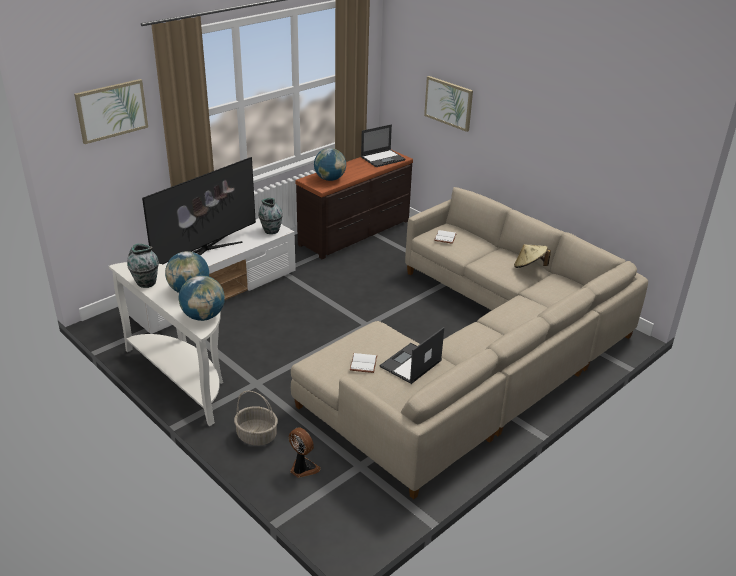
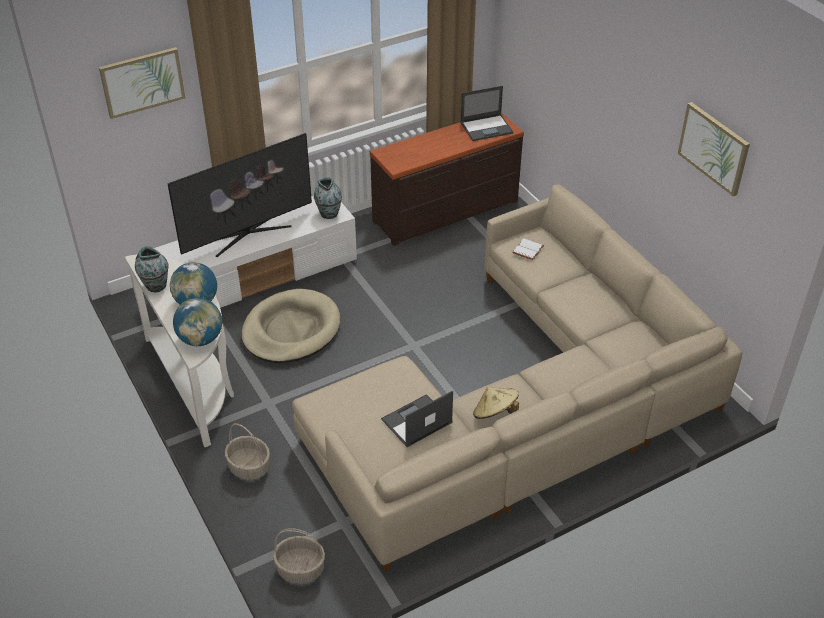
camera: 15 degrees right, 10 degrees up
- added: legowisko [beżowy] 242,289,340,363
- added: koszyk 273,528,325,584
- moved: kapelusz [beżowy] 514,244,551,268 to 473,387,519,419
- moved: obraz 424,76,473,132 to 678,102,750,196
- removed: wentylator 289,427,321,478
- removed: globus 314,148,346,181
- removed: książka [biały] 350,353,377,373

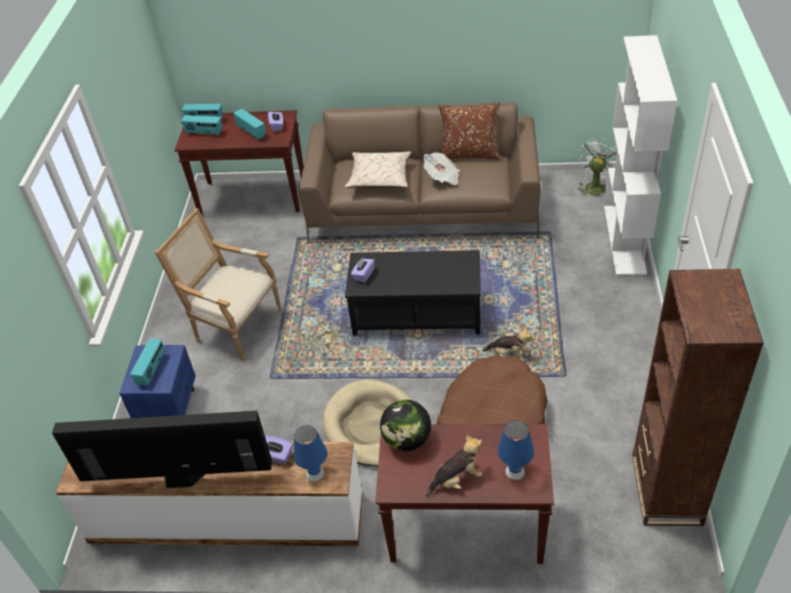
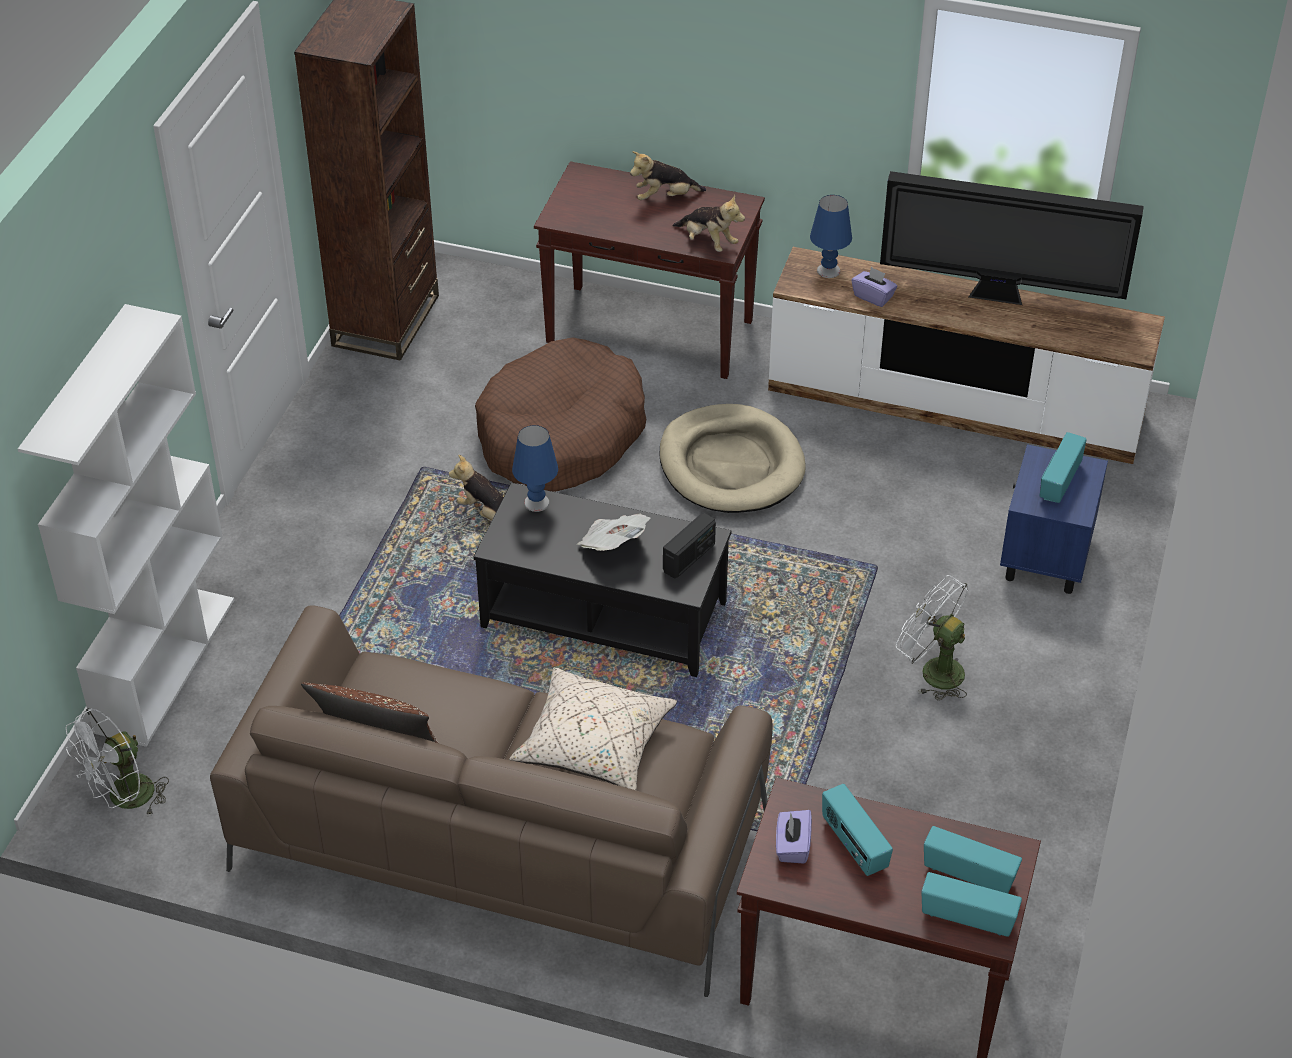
camera: 170 degrees left, 0 degrees up
- moved: lampa stołowa [niebieski] 498,421,534,480 to 512,425,558,512
- moved: gazeta 423,152,460,185 to 577,514,650,551
- replaced: pudełko chusteczek [fioletowy] 351,258,375,283 to radio 663,513,716,579
- replaced: globus 380,400,431,451 to pluszak 672,195,745,252
- replaced: fotel 155,208,281,361 to wentylator [biały] 896,575,969,700

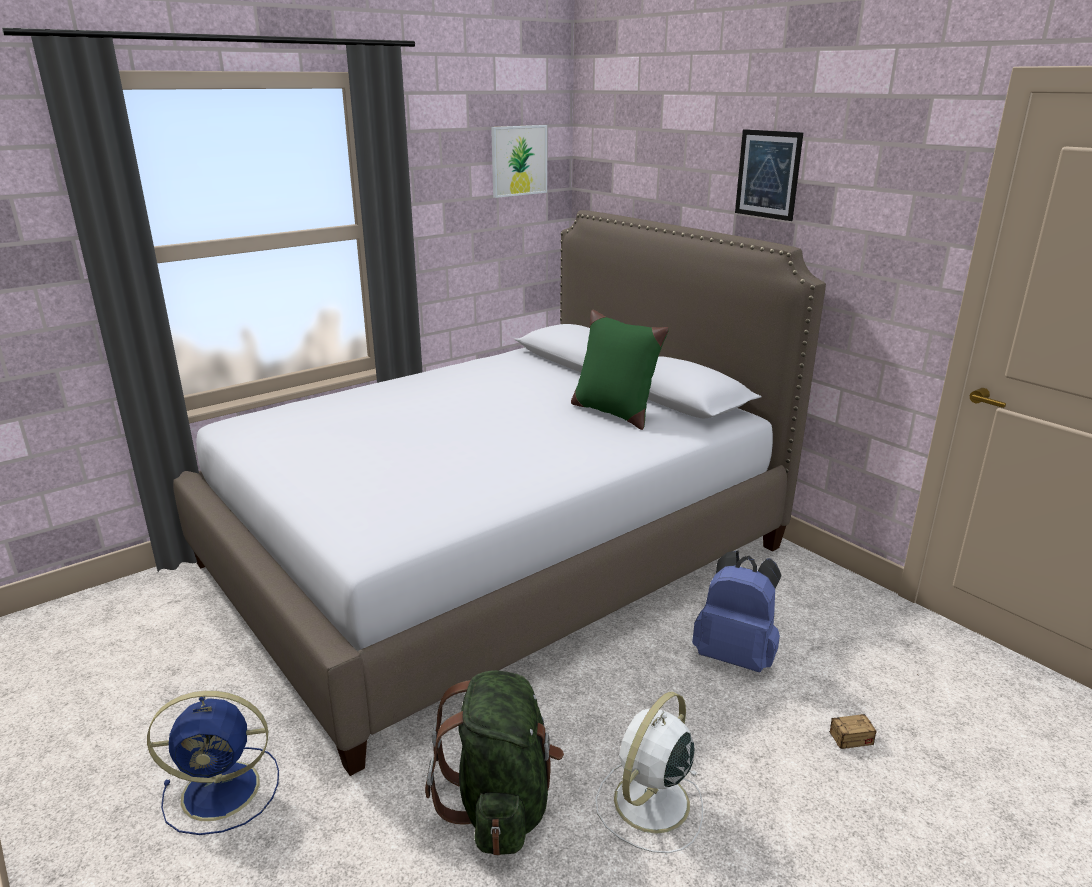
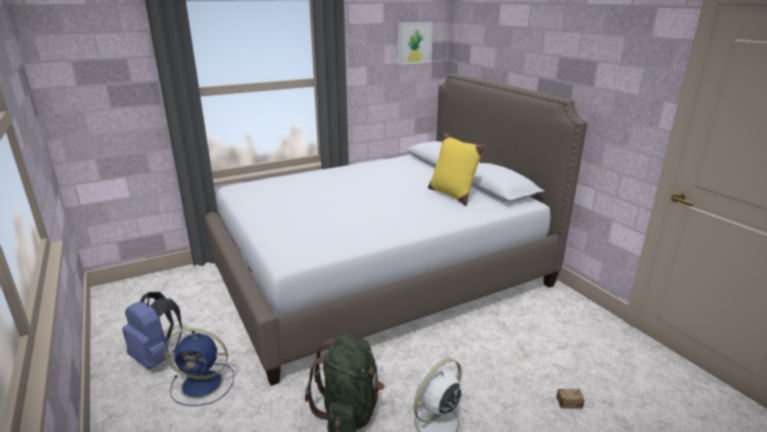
camera: 10 degrees right, 0 degrees up
- moved: plecak [niebieski] 692,551,782,672 to 122,292,182,369
- recoloured: poduszka [zielony] 571,310,669,430 to poduszka [żółty] 428,133,485,206
- removed: obraz 735,129,803,221

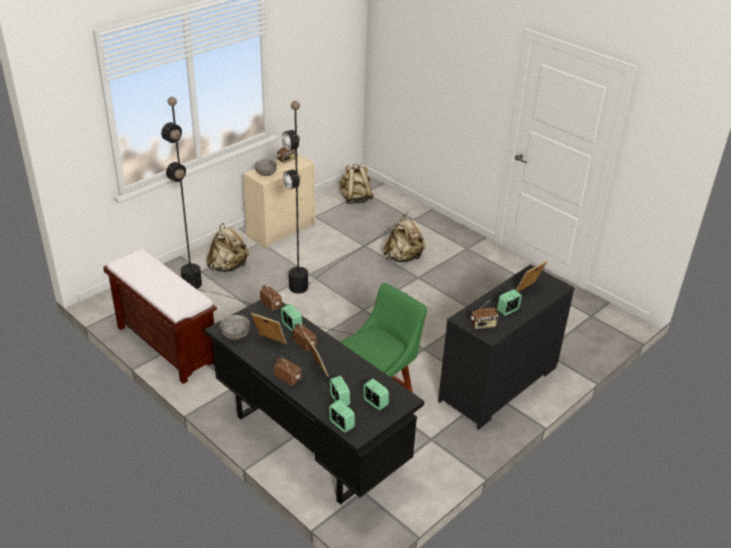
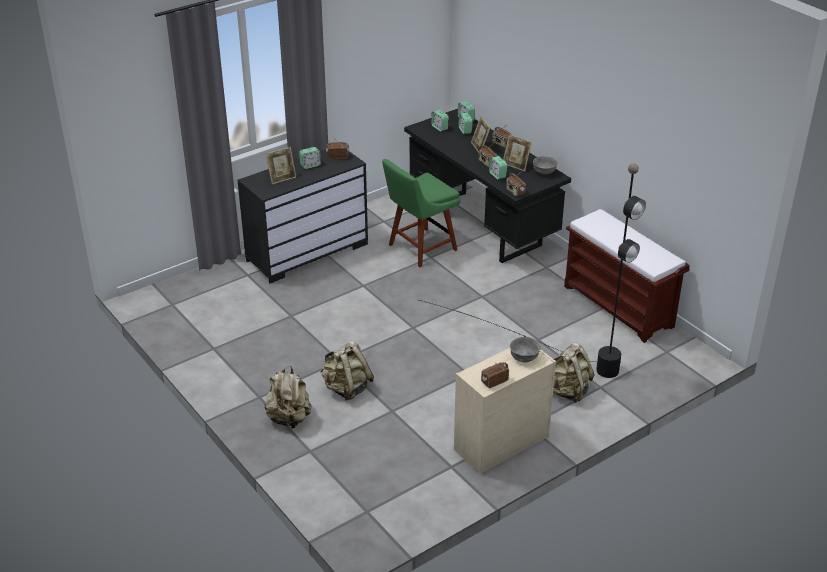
camera: 170 degrees left, 0 degrees up
- moved: plecak [beżowy] 339,164,374,204 to 265,366,311,428
- removed: lampa stojąca [czarny] 282,101,400,293

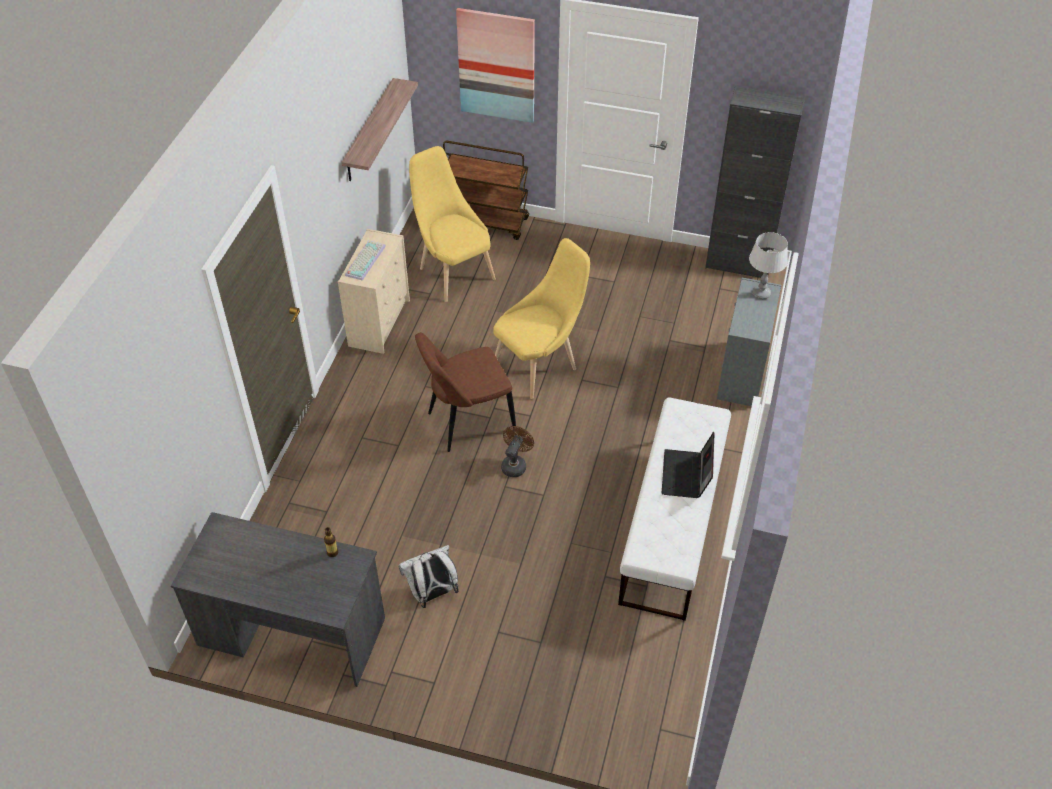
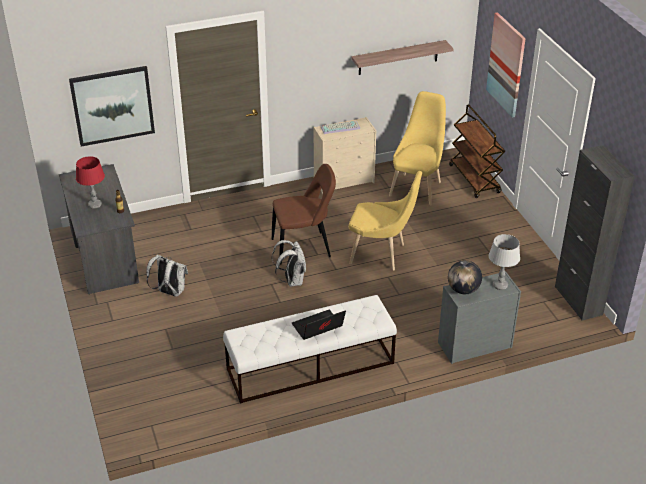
camera: 55 degrees right, 10 degrees down
- added: obraz 69,66,155,147
- added: lampa stołowa [czerwony] 76,156,105,209
- turned: krzesło [brązowy] 415,332,516,452 = 272,164,336,264 135 degrees clockwise
- replaced: wentylator [brązowy] 501,426,534,477 to plecak [biały] 272,240,306,287
- added: globus 448,260,482,294

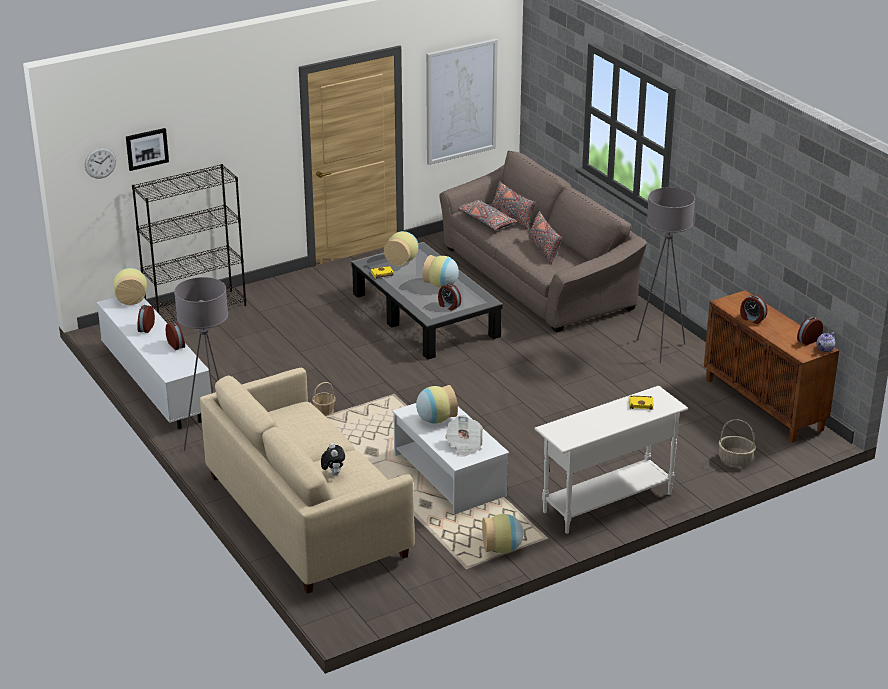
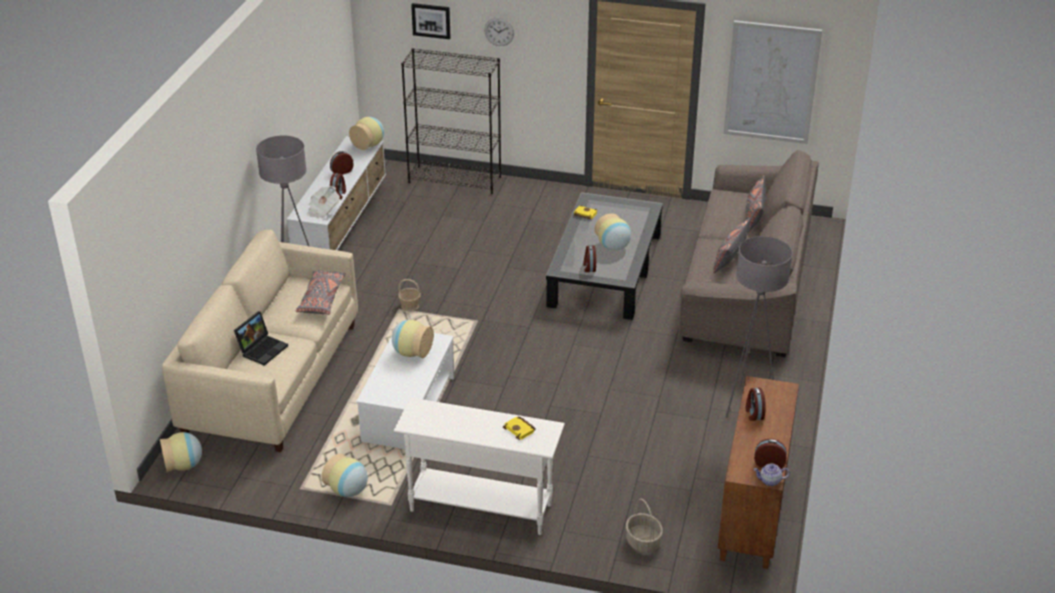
camera: 45 degrees right, 5 degrees up
- moved: wazon 384,231,418,266 to 160,432,202,472
- replaced: pluszak 321,443,345,475 to laptop 234,311,288,366
- moved: poduszka [szary] 458,200,517,230 to 296,270,346,315
- moved: gazeta 445,415,483,457 to 306,186,340,218
- moved: zegar ścienny 85,147,116,179 to 484,18,514,46

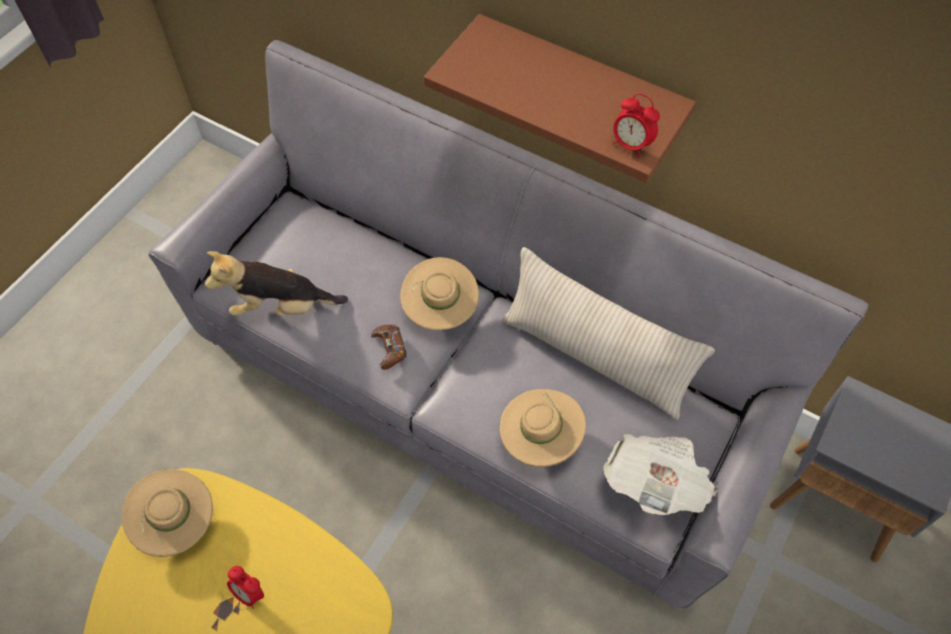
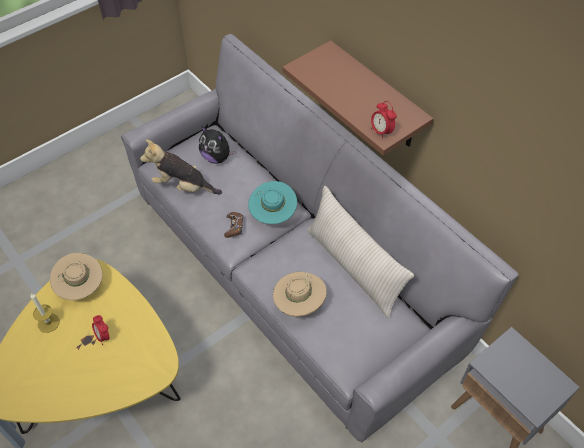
camera: 20 degrees right, 5 degrees down
- added: świeca 31,293,60,333
- added: pluszak 199,126,235,164
- recoloured: kapelusz [beżowy] 400,257,479,330 to kapelusz [turkusowy] 248,181,297,224
- removed: gazeta 603,434,717,515

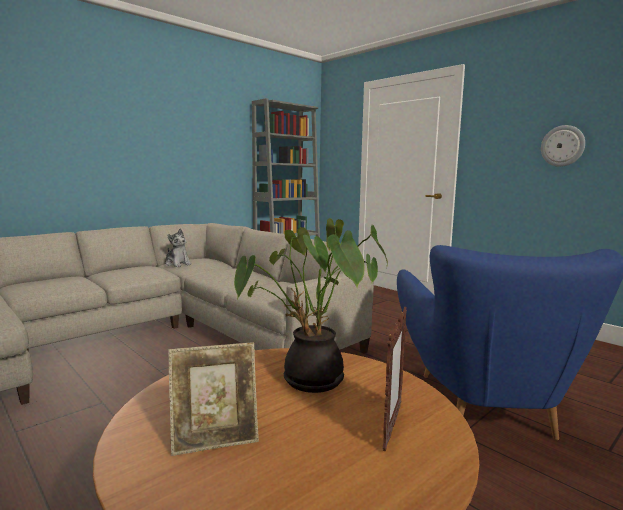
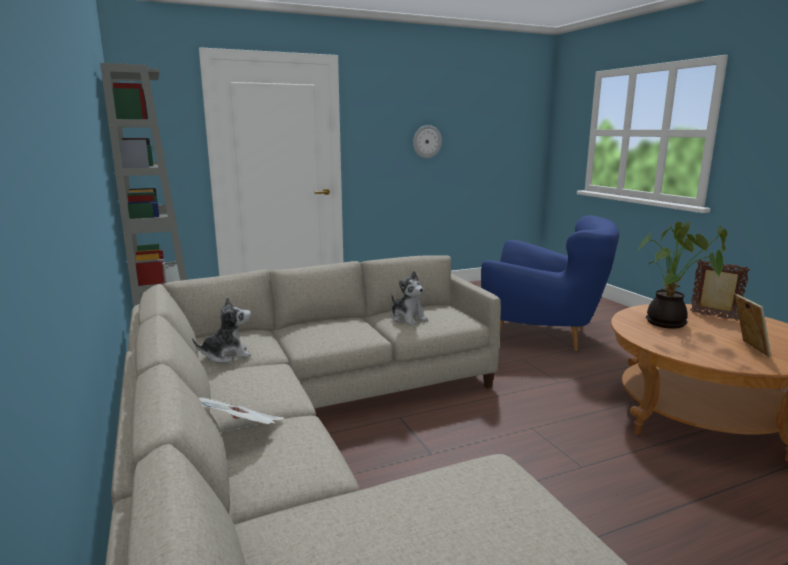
camera: 70 degrees left, 5 degrees up
- added: gazeta 199,397,284,424
- added: pluszak 391,271,428,326

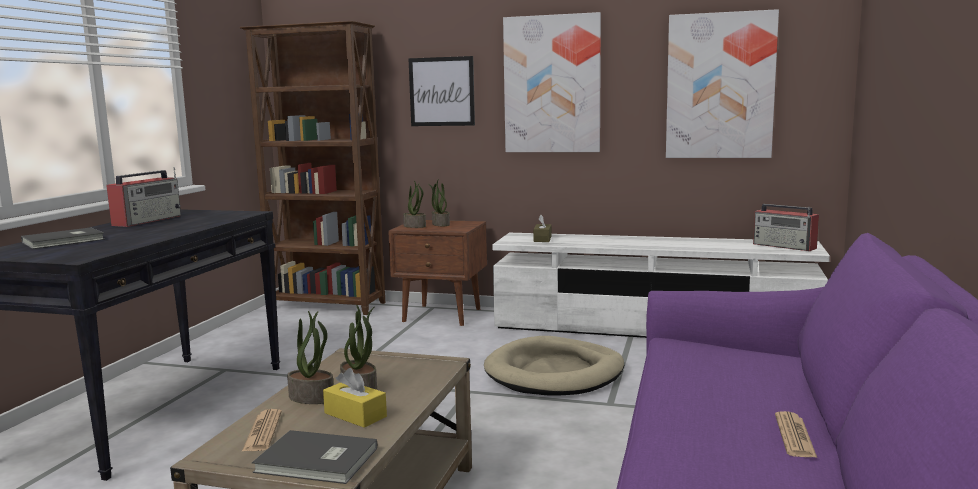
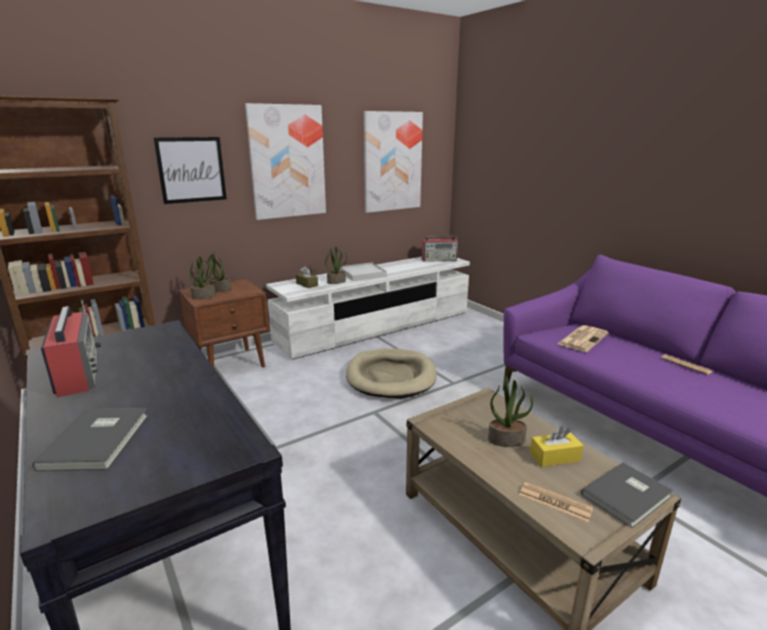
camera: 50 degrees left, 10 degrees up
- moved: roślina doniczkowa 287,311,334,404 to 325,247,347,284
- added: taca [biały] 340,263,387,281
- added: gazeta 557,325,609,352

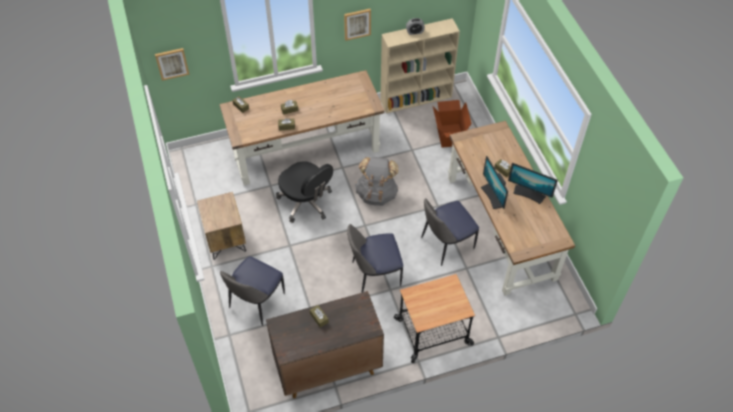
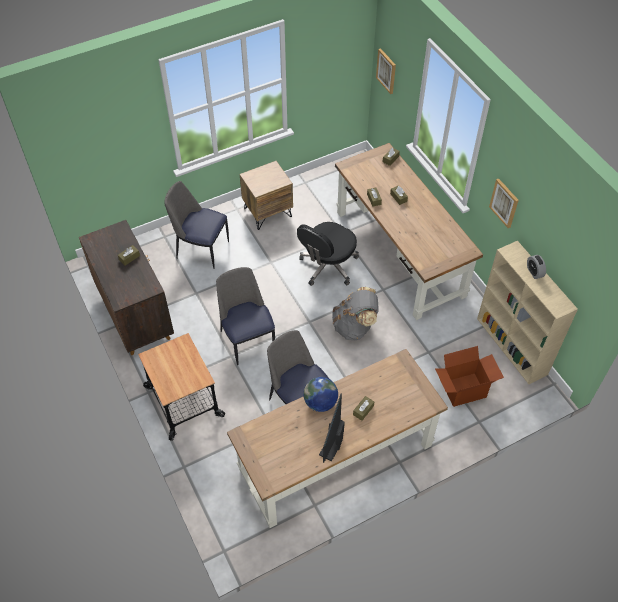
camera: 80 degrees right, 0 degrees up
- replaced: monitor 481,156,508,209 to globus 303,377,338,412

